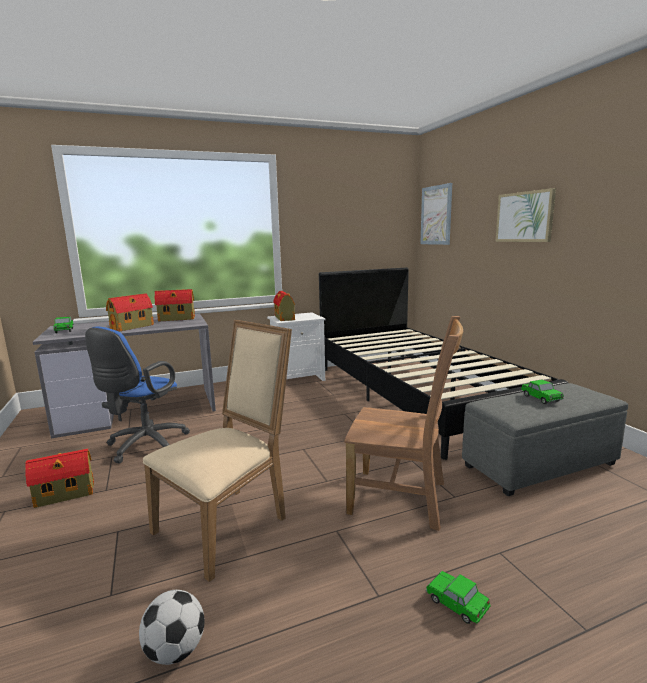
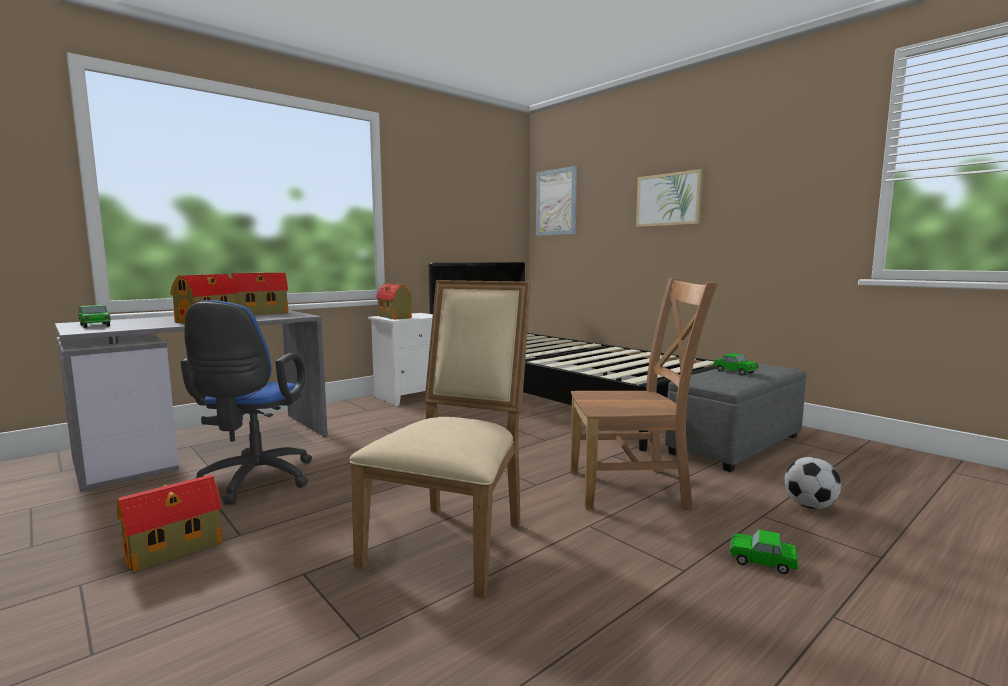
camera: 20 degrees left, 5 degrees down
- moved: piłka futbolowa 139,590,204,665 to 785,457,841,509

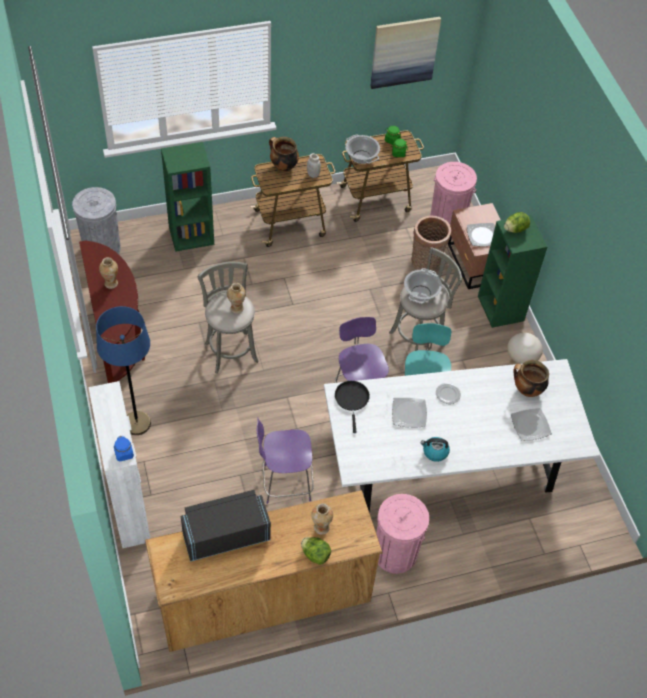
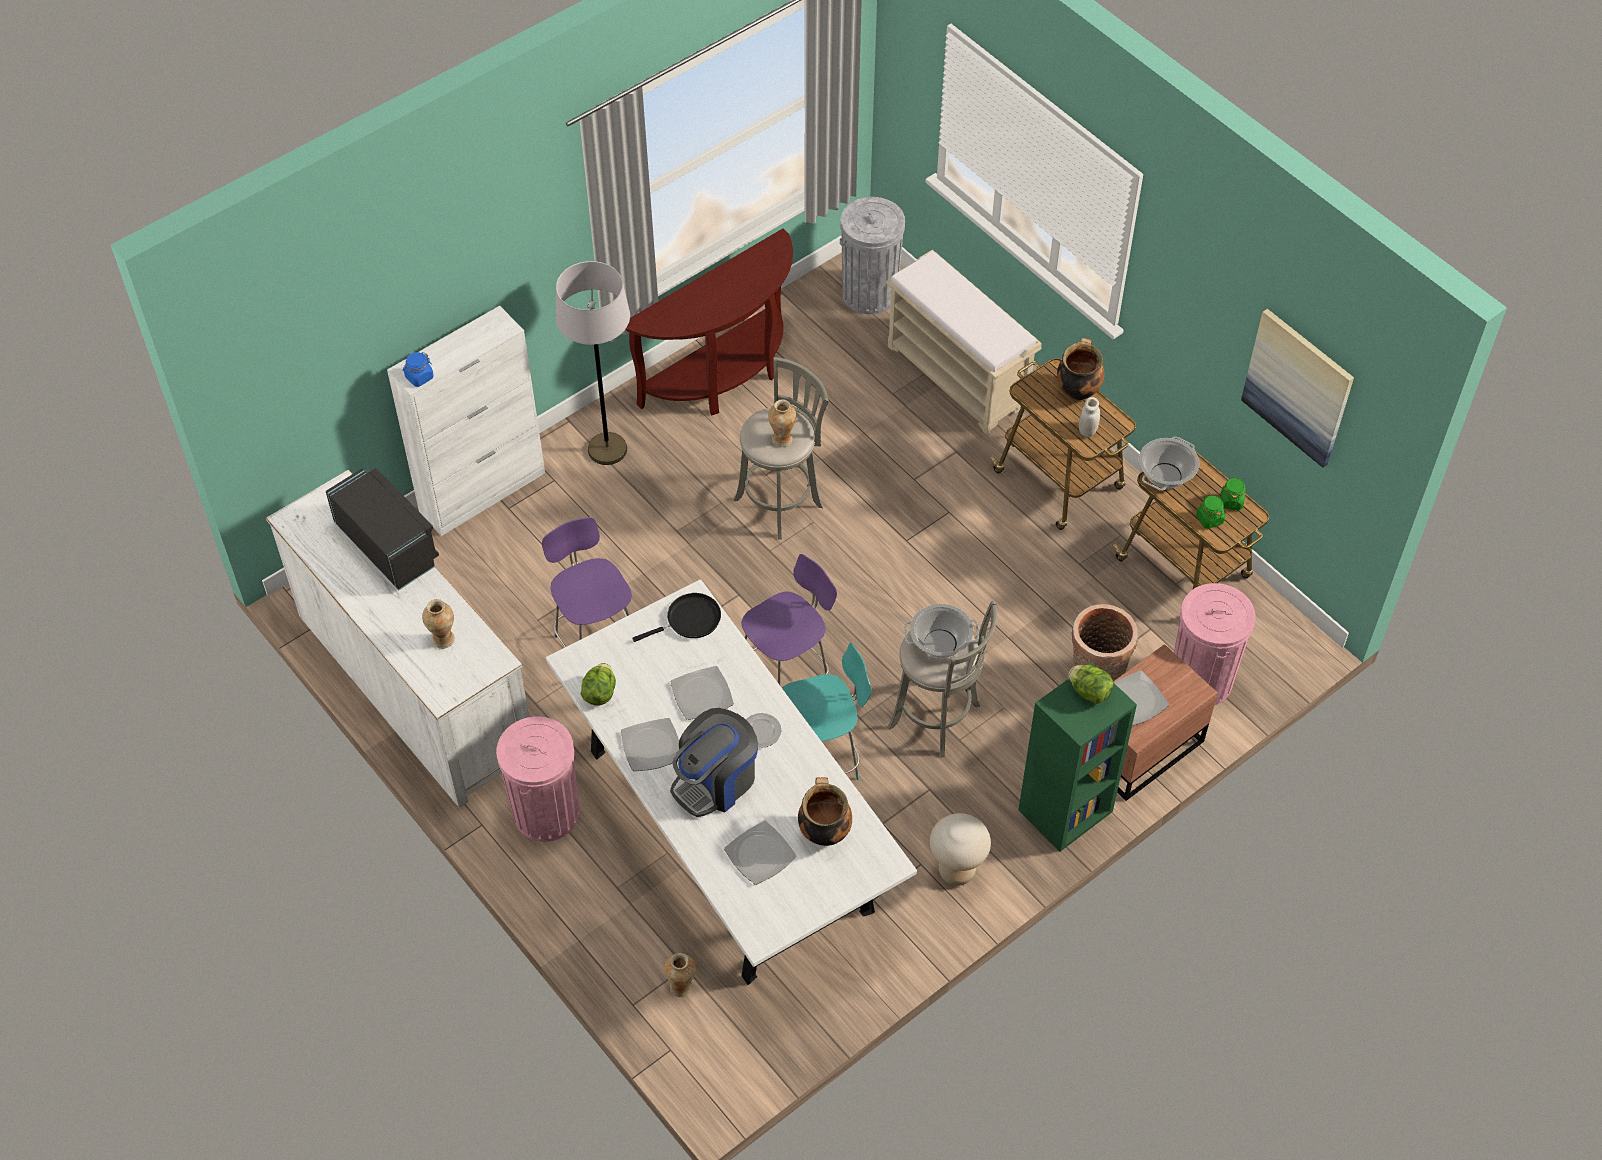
camera: 70 degrees right, 0 degrees up
- recoloured: komoda [brązowy] 145,490,383,652 to komoda [biały] 266,470,529,808
- recoloured: lampa stojąca [niebieski] 96,306,151,435 to lampa stojąca [szary] 555,261,630,465
- moved: sałata 301,537,331,565 to 581,663,616,706
- replaced: czajnik 420,437,450,462 to talerz 621,718,680,771
- moved: wazon 99,257,118,289 to 664,953,696,997
- added: ekspres do kawy 670,708,758,817
- replaced: regał [zielony] 161,142,214,252 to ławka [beżowy] 886,250,1042,435

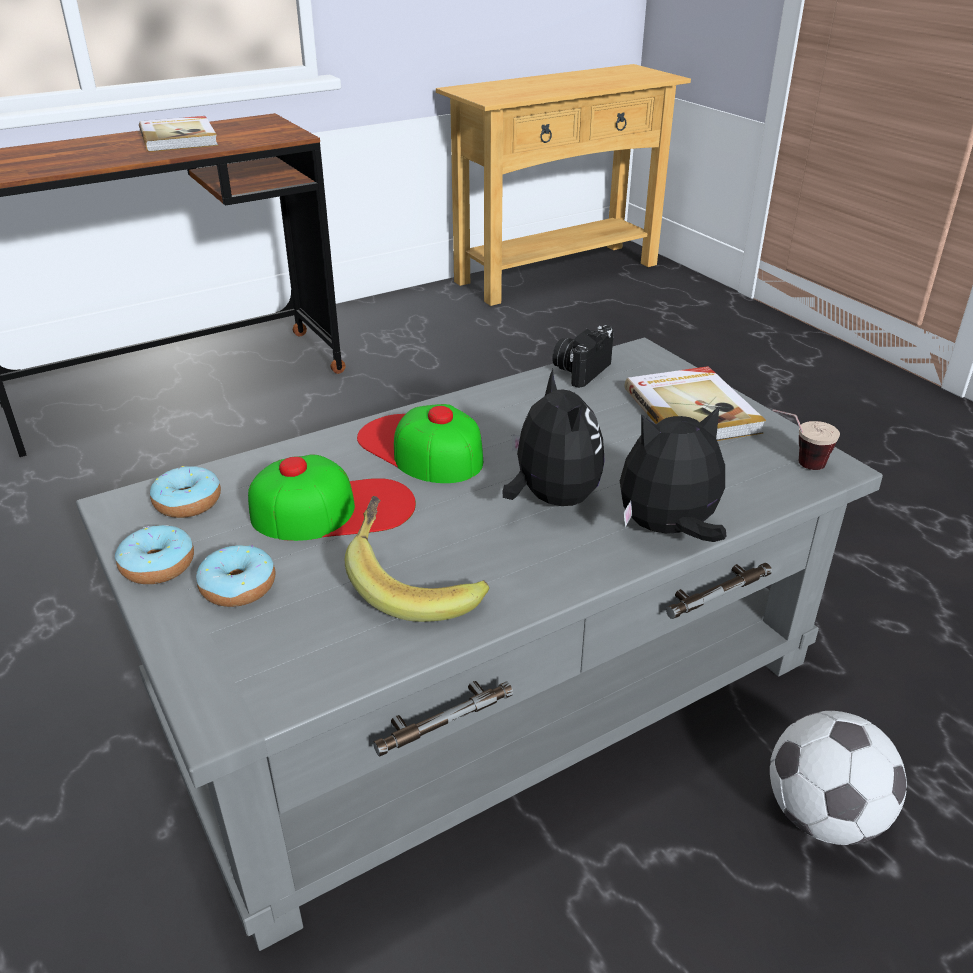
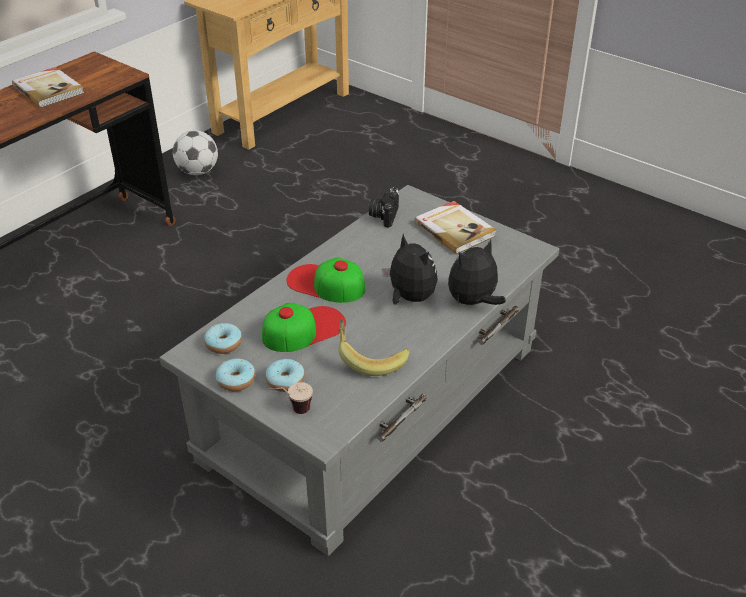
camera: 20 degrees left, 5 degrees up
- moved: piłka futbolowa 770,711,907,845 to 173,130,218,175
- moved: filiżanka 773,409,840,470 to 268,382,313,414

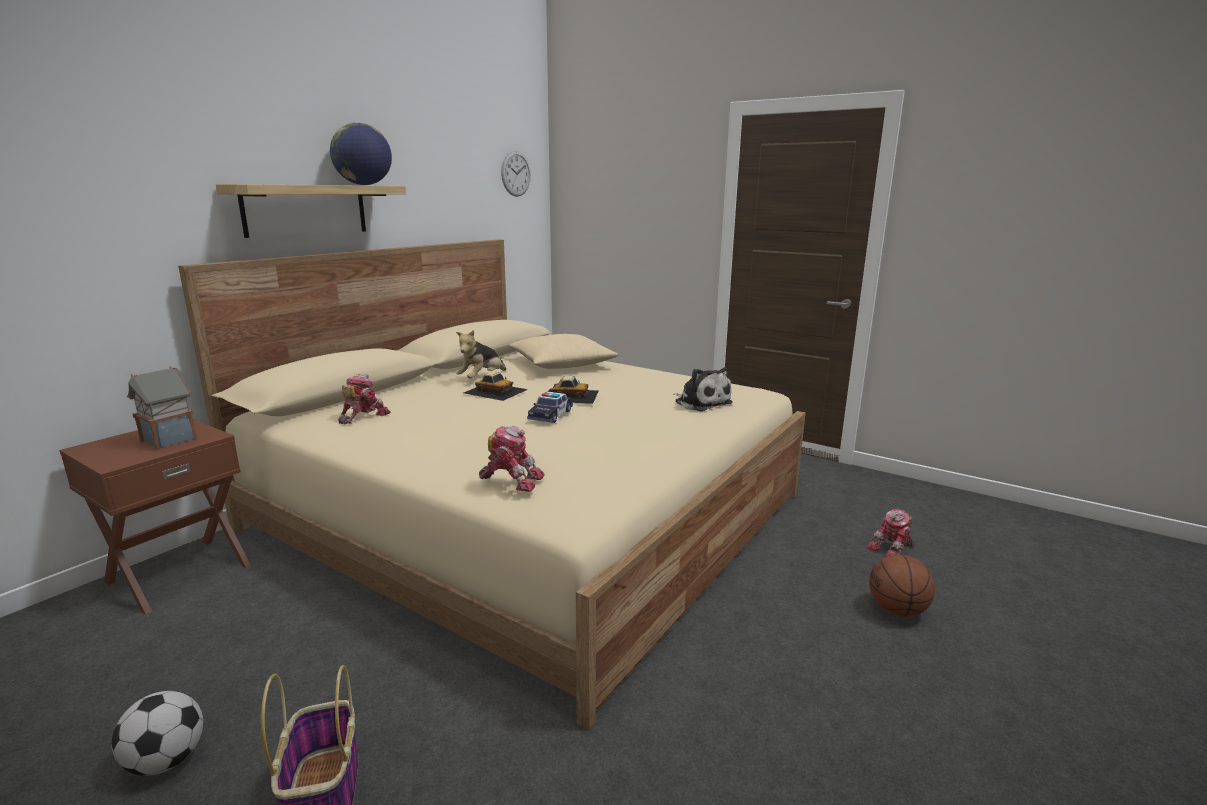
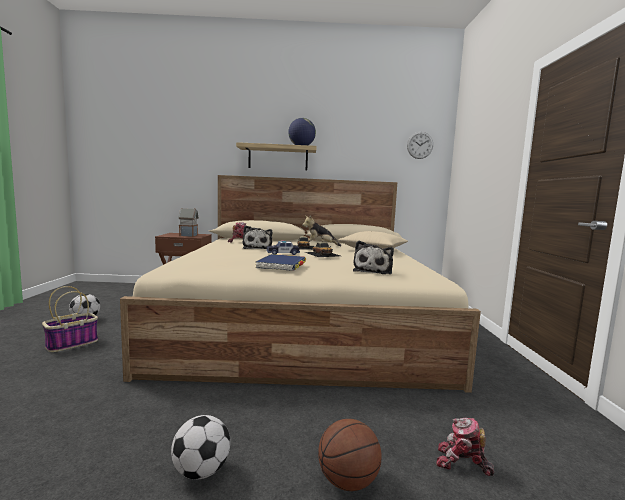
camera: 55 degrees right, 10 degrees down
- added: piłka futbolowa 171,415,230,480
- added: pluszak 242,226,272,249
- added: książka [niebieski] 256,254,306,271
- removed: robot zabawkowy 479,426,545,492

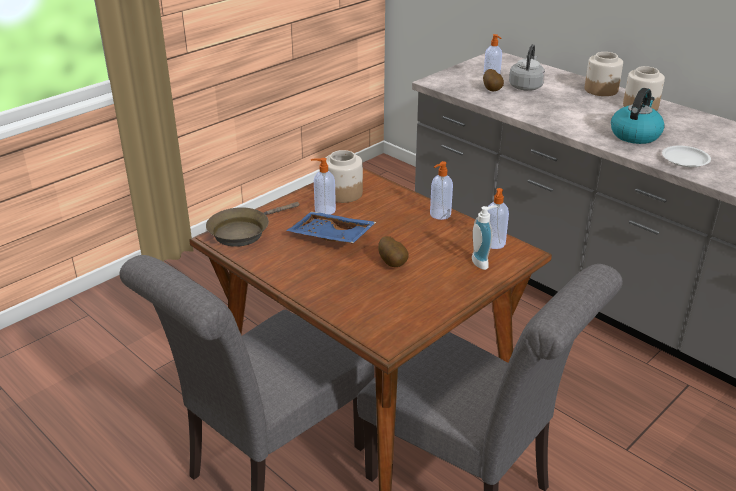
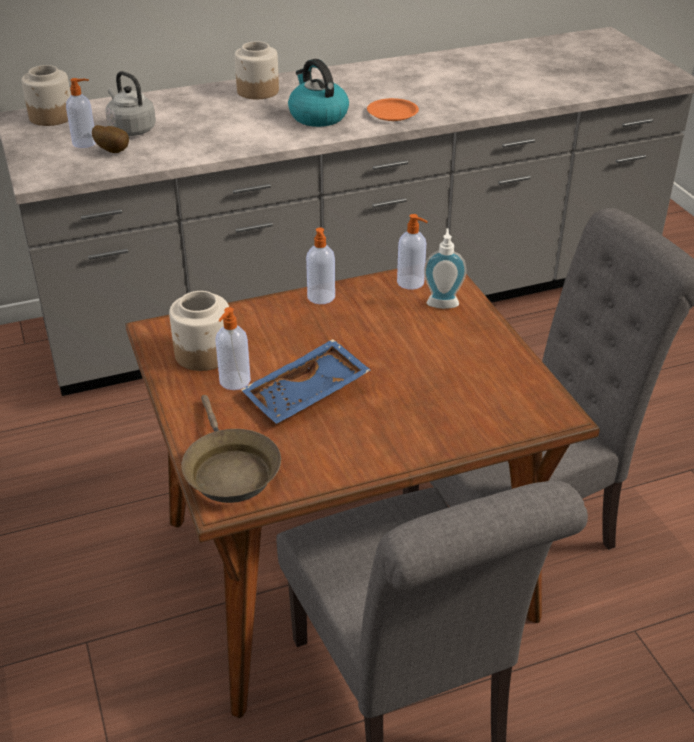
camera: 65 degrees left, 5 degrees up
- moved: słoik 584,52,623,96 to 21,65,71,126
- recoloured: talerz [biały] 662,146,711,167 to talerz [pomarańczowy] 367,98,419,121
- removed: ziemniak 378,236,409,267

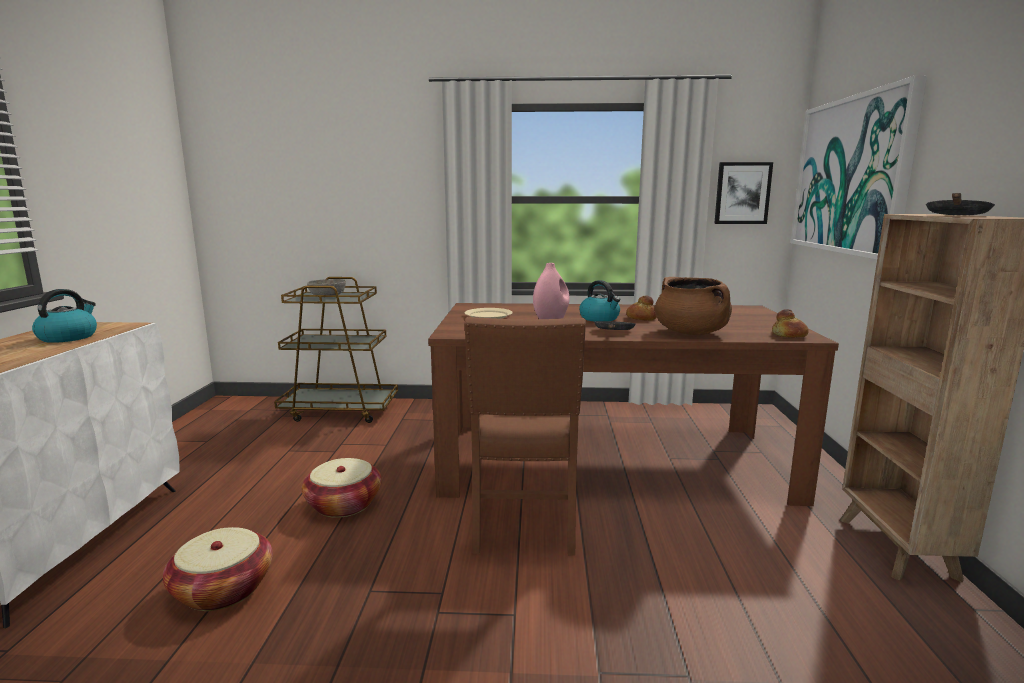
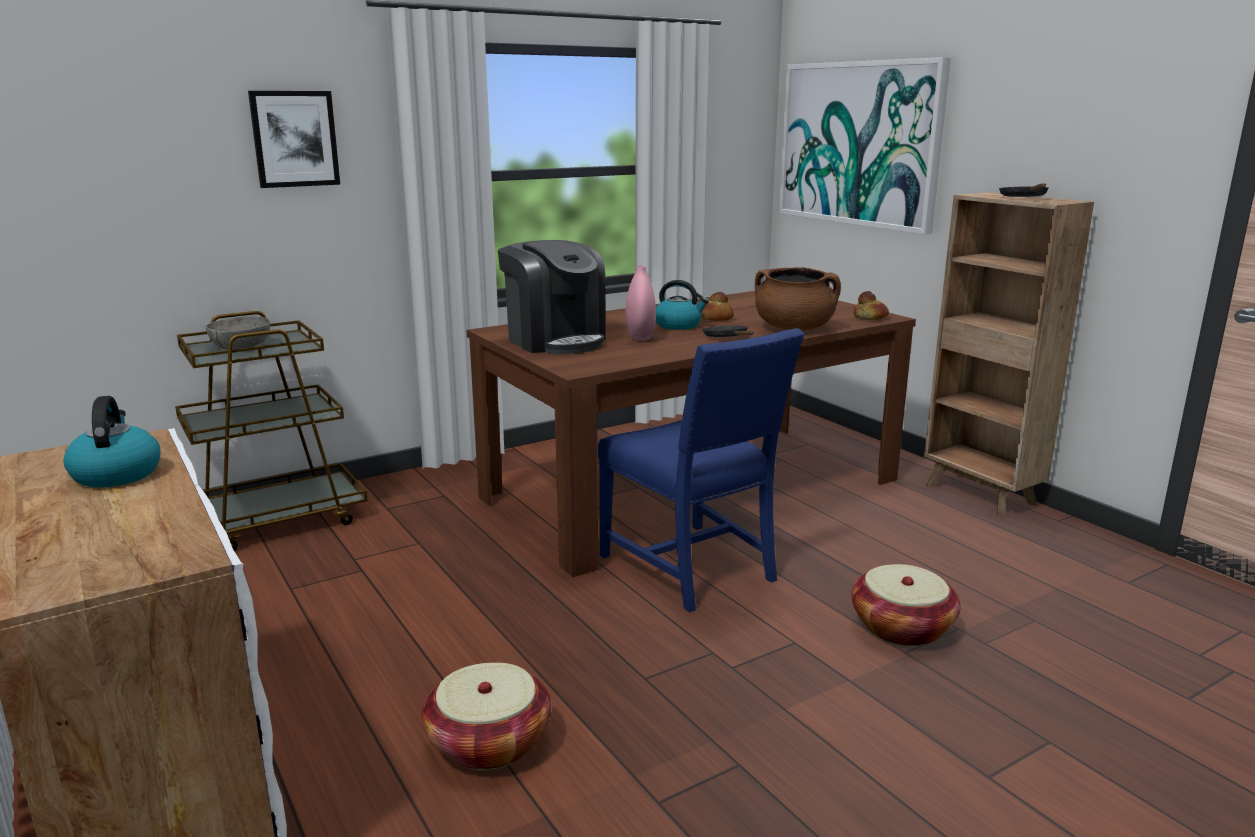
camera: 35 degrees left, 5 degrees up
- moved: obraz 714,162,773,224 to 248,91,340,188
- replaced: talerz [beżowy] 465,308,513,319 to ekspres do kawy 498,240,606,354
- recoloured: krzesło [brązowy] 465,317,586,555 to krzesło [niebieski] 597,328,804,612
- moved: koszyk 302,458,382,518 to 851,564,961,646

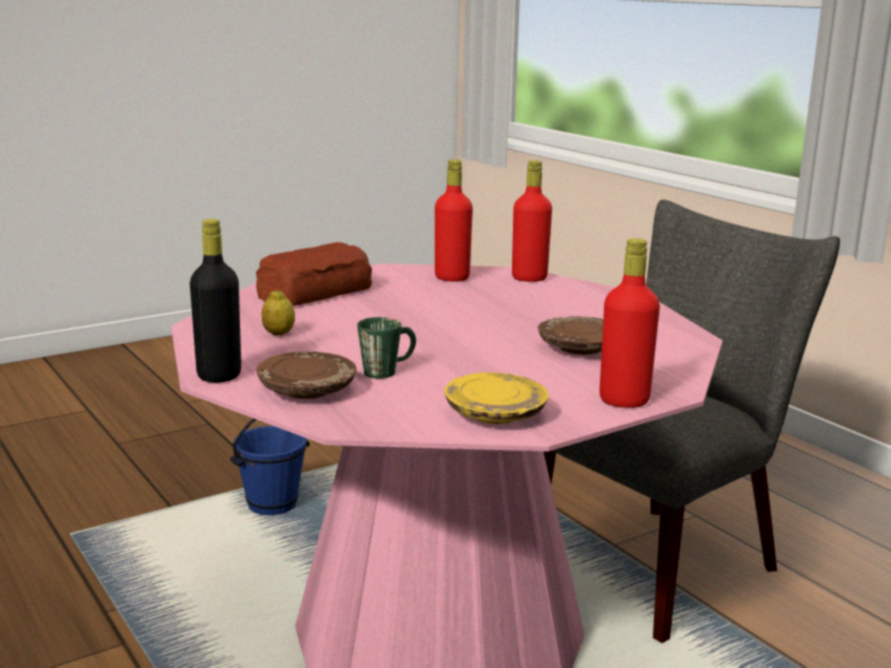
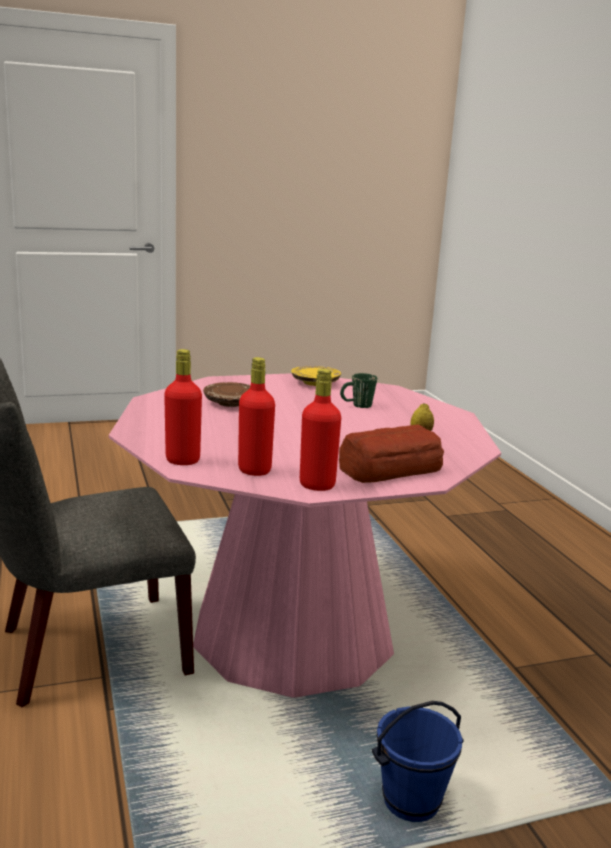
camera: 165 degrees left, 0 degrees up
- moved: butelka [czerwony] 599,238,660,408 to 300,369,341,491
- removed: butelka [czarny] 190,219,241,383
- removed: talerz [brązowy] 257,351,357,399

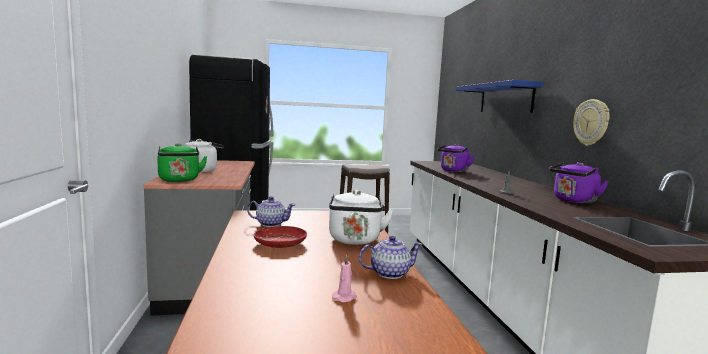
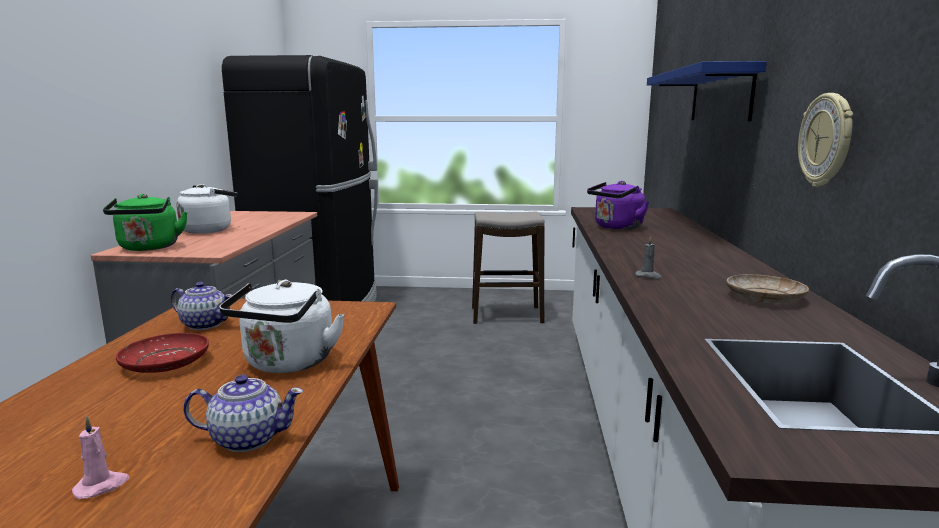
camera: 15 degrees right, 5 degrees up
- replaced: czajnik [fioletowy] 549,162,609,203 to talerz [beżowy] 726,274,809,303

